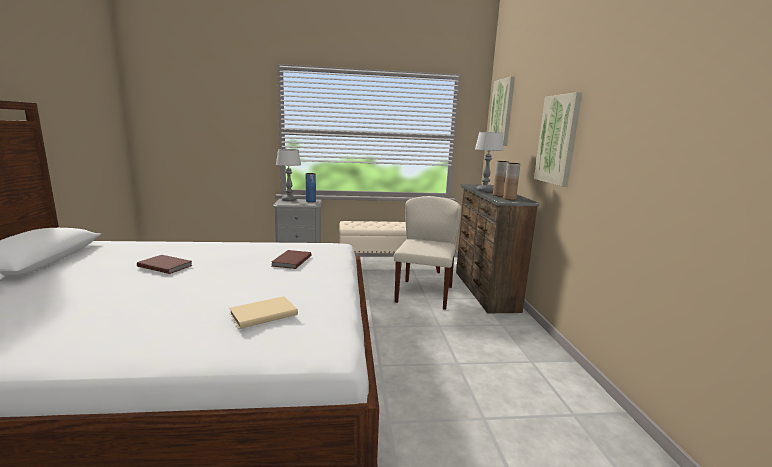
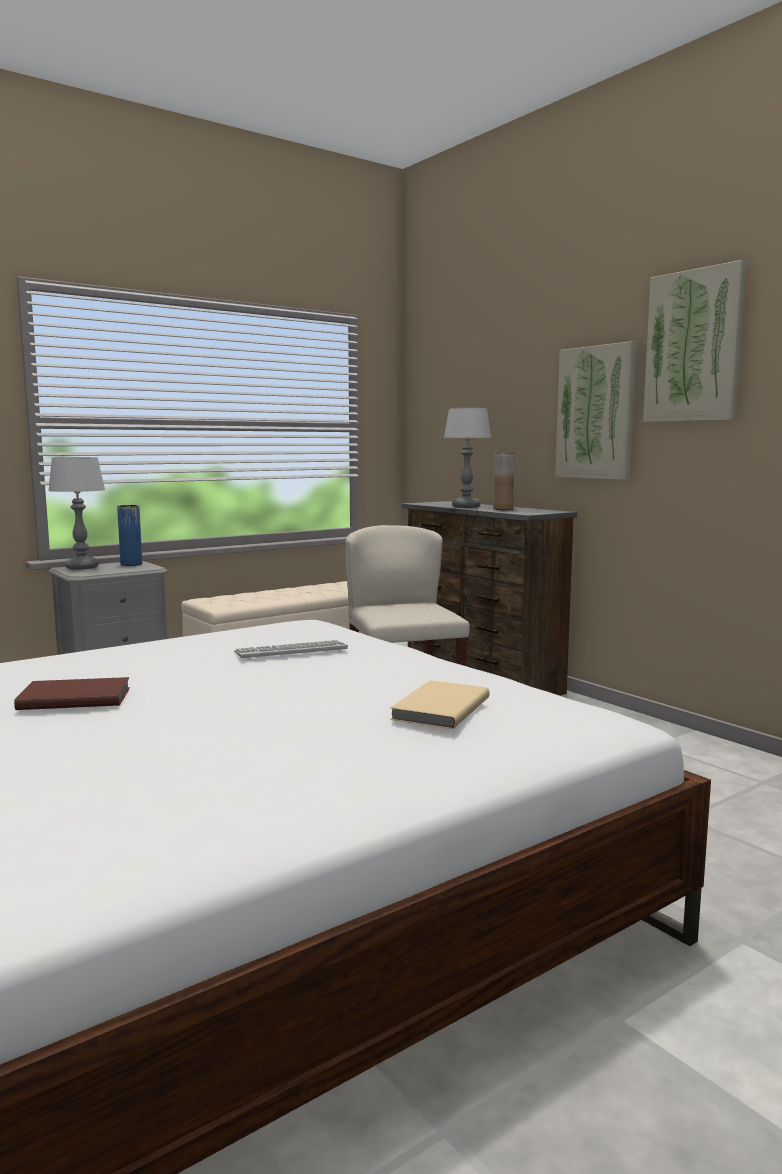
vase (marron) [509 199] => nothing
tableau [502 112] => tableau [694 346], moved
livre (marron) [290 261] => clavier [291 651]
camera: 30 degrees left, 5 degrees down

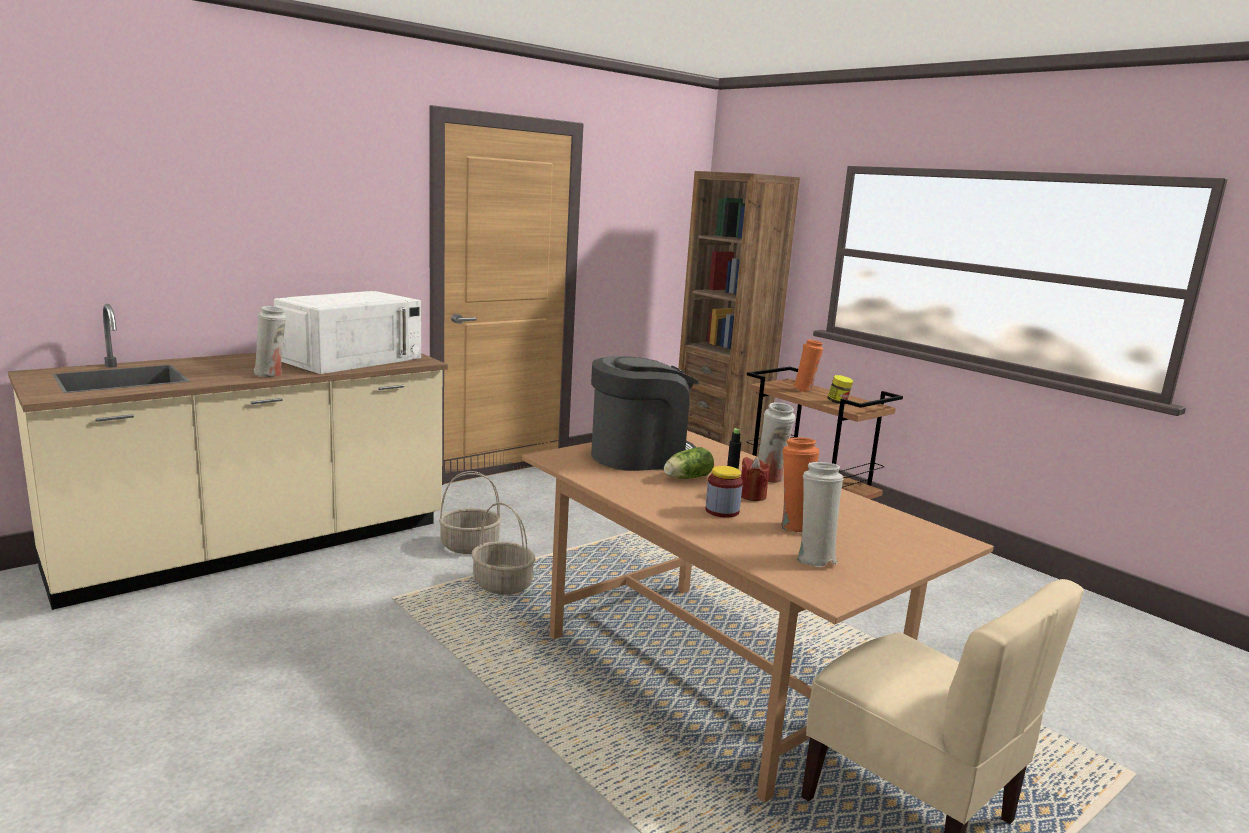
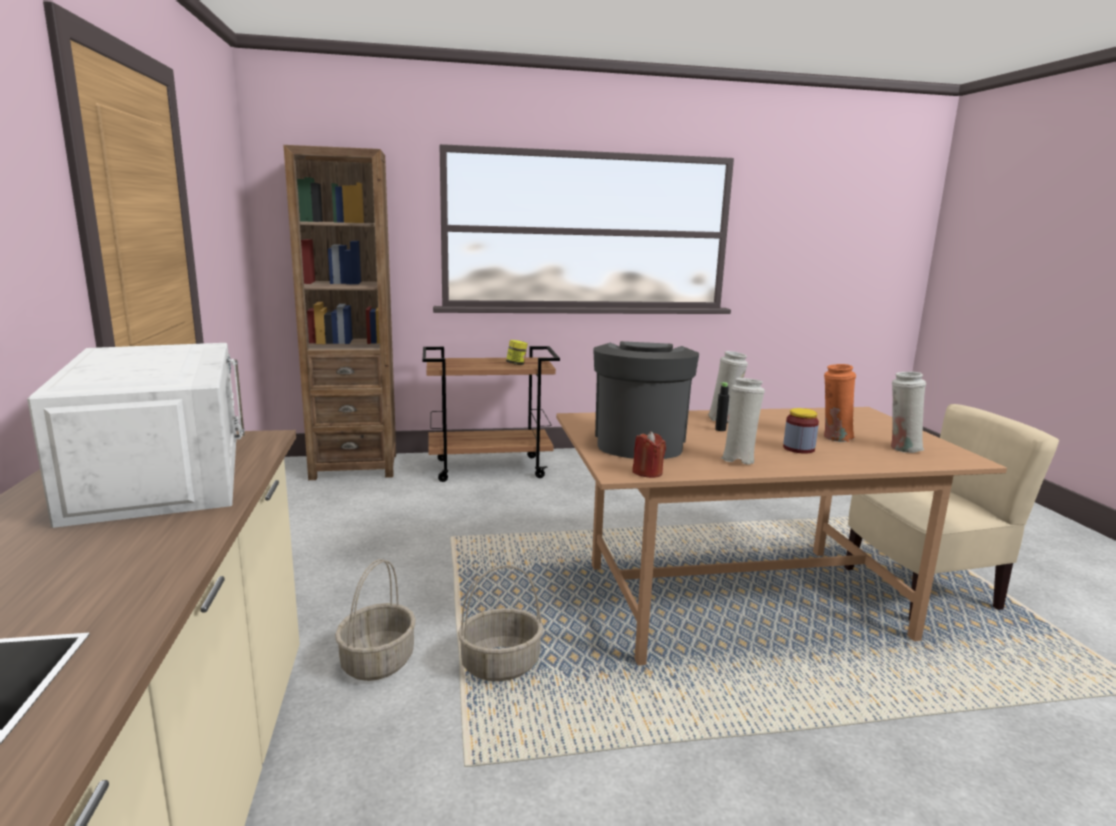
laitue [686 478] => nothing
vase (orange) [805 390] => nothing
vase (blanc) [271 374] => vase (blanc) [738 459], moved
bougie (rouge) [752 496] => bougie (rouge) [647 472], moved
camera: 60 degrees left, 0 degrees up

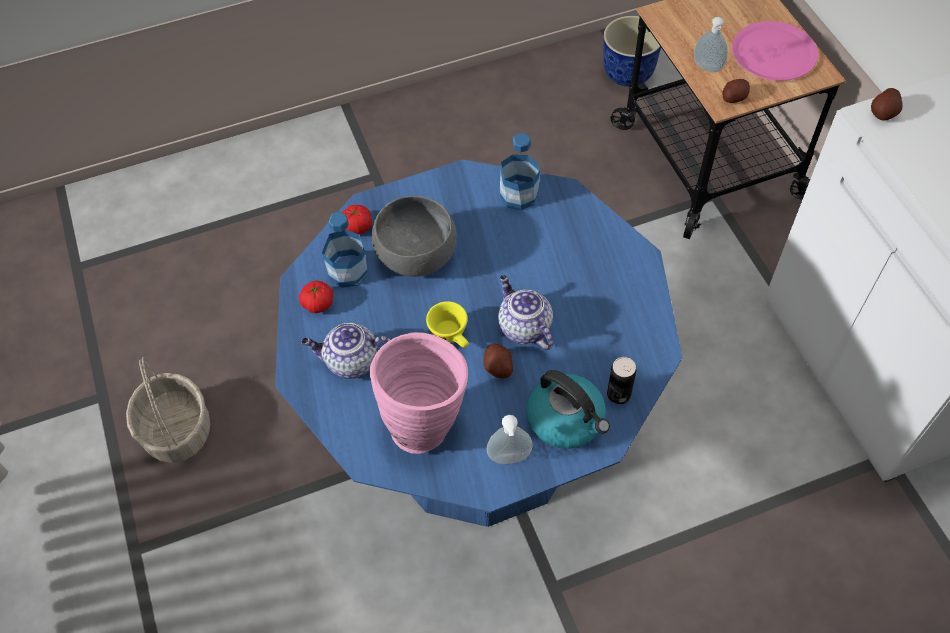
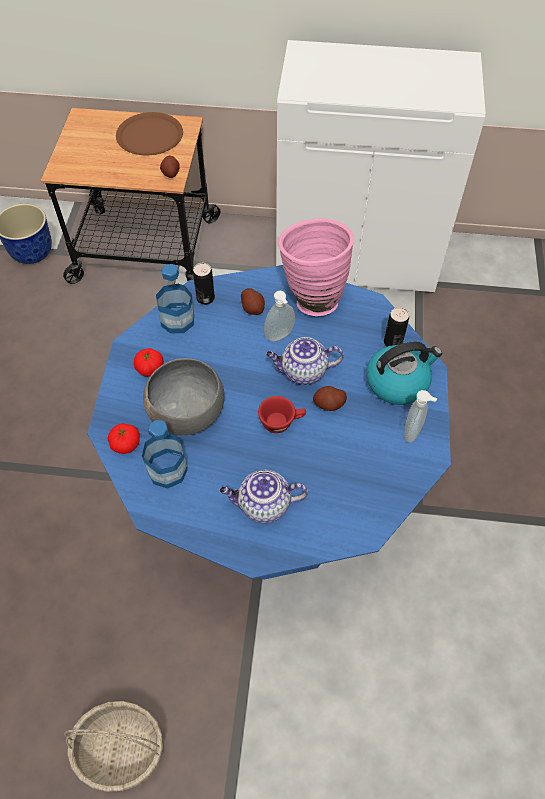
nothing => boîte métallique [205 298]
tomate [318 303] => tomate [150 368], moved
vase (rose) [425 421] => vase (rose) [311 297], moved
distributeur de savon [706 68] => distributeur de savon [280 337], moved
pomme de terre [883 113] => pomme de terre [253 308], moved
tasse (jaune) [452 336] => tasse (rouge) [282 422]
assiette (rose) [774 53] => assiette (marron) [150 135]
théière [351 362] => théière [263 505], 60 degrees clockwise
camera: 65 degrees left, 0 degrees up

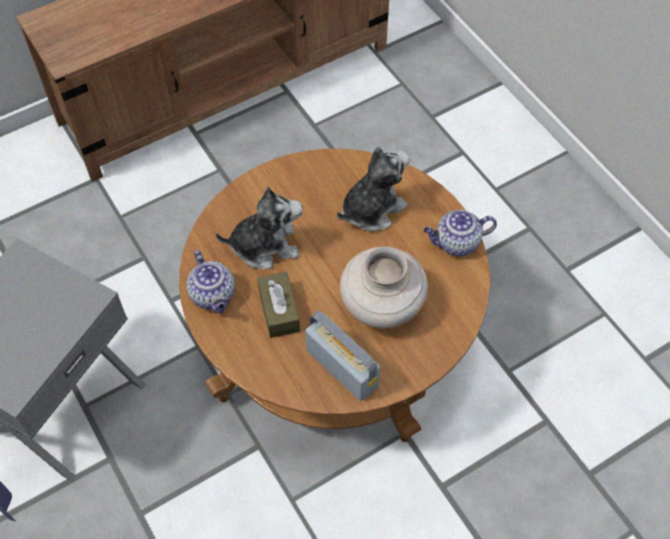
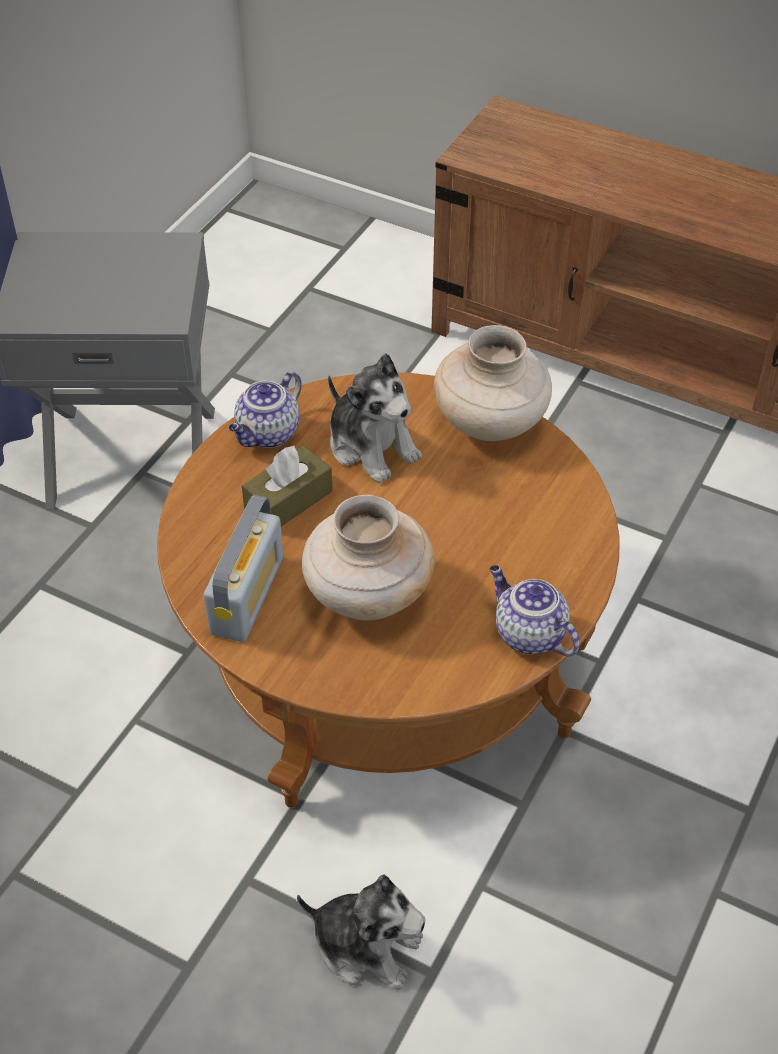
nothing => vase (beige) [490 424]
peluche [372 209] => peluche [366 945], moved
camera: 60 degrees right, 10 degrees down

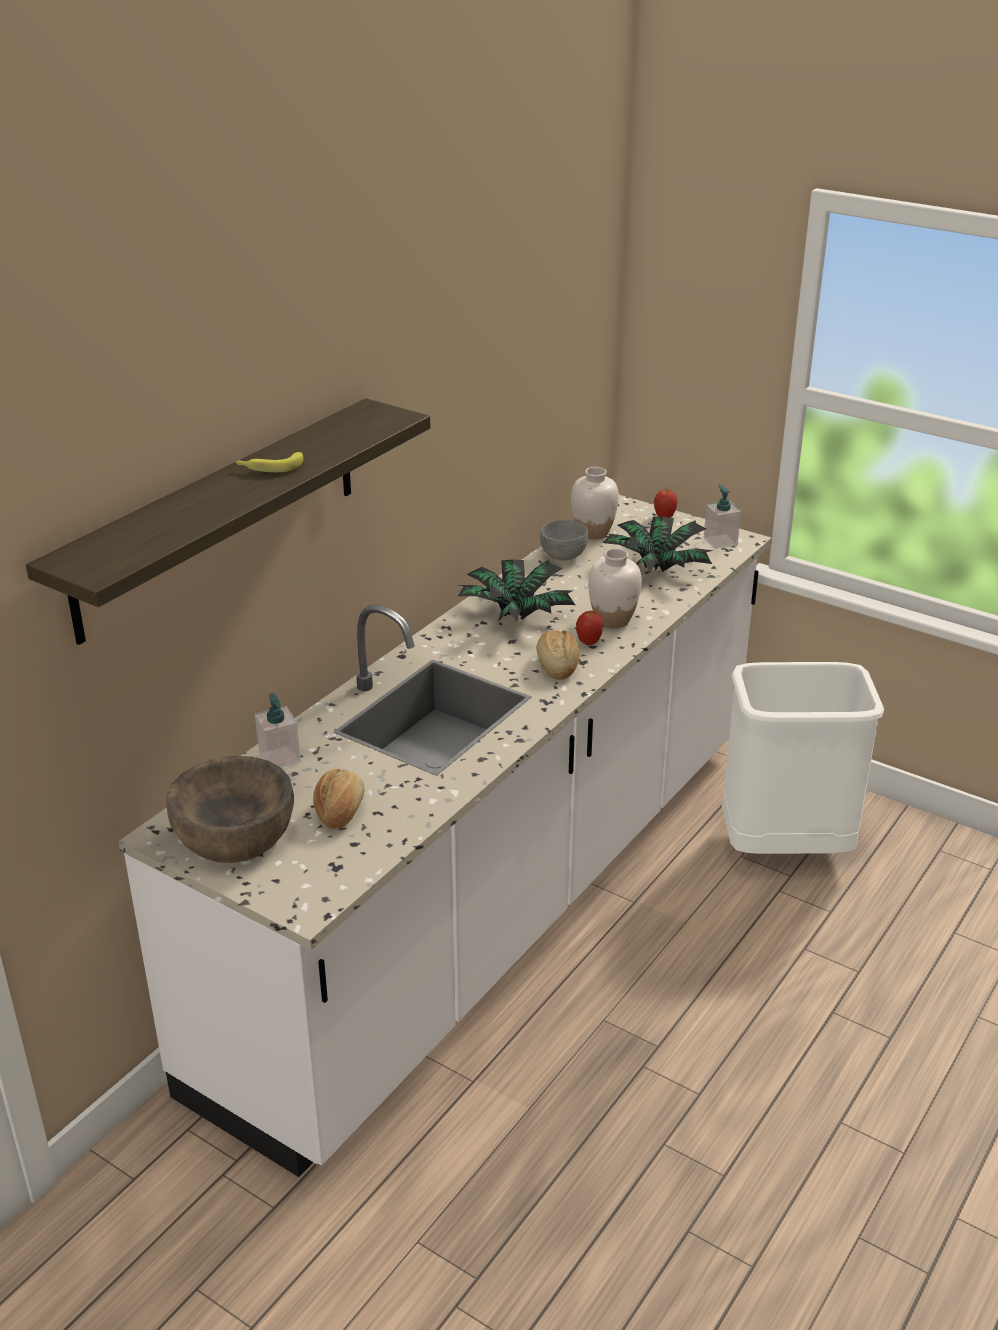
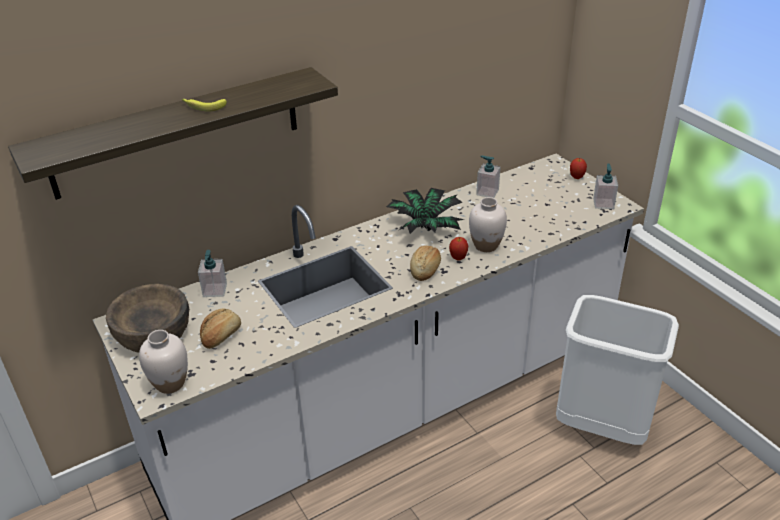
plante en pot [656 568] => nothing
vase (blanc) [593 533] => vase (blanc) [170 383], moved
bol (gris) [564 557] => distributeur de savon [487 192]
camera: 25 degrees right, 5 degrees up

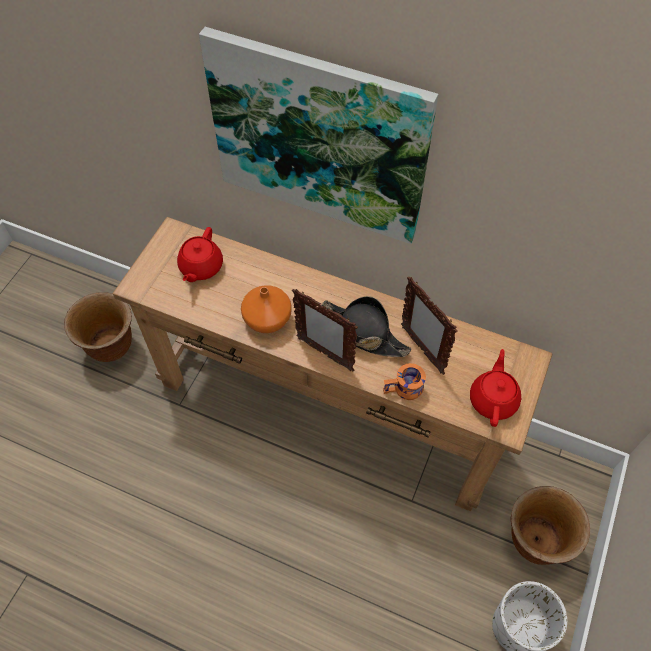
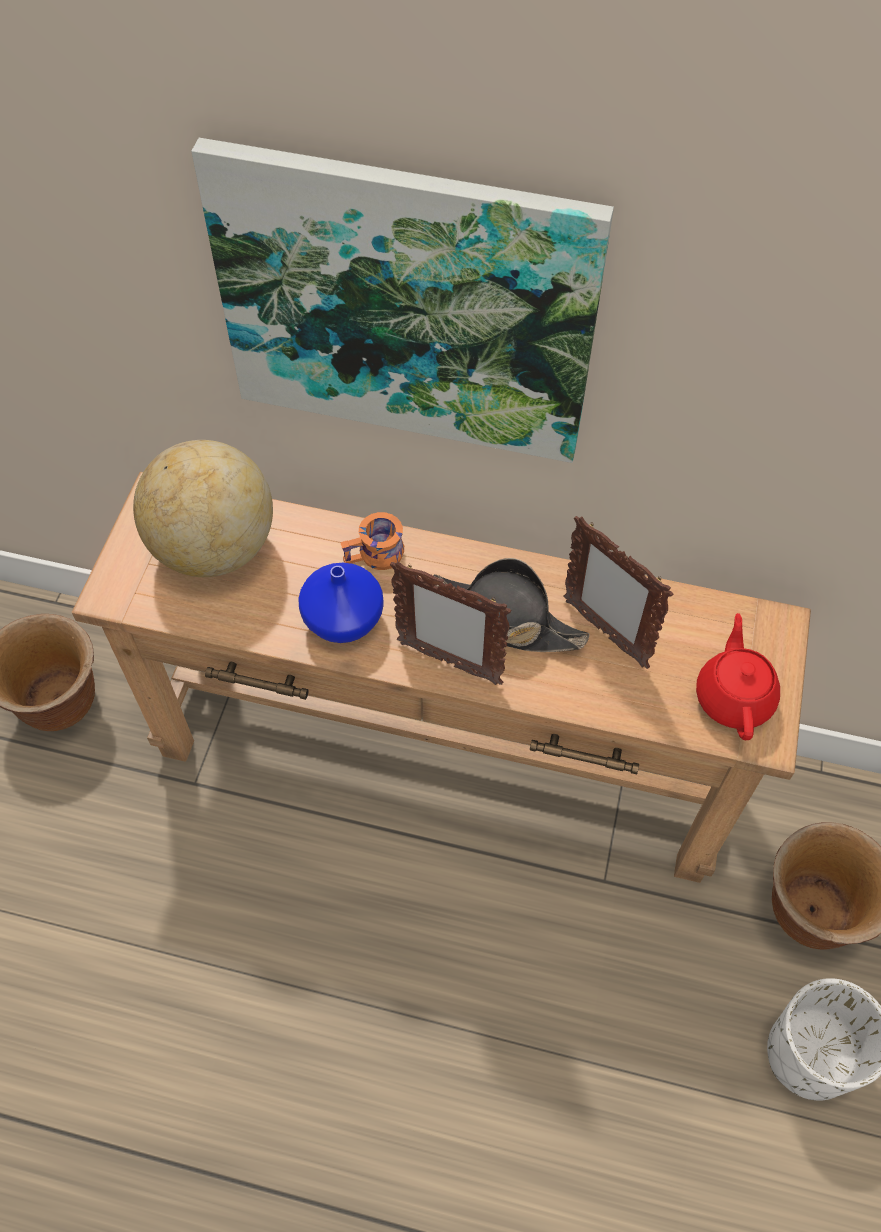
mug (orange) [404 390] => mug (orange) [376 557], moved
théière (rouge) [200 267] => globe [214 548]
vase (orange) [266 319] => vase (bleu) [341 618]
camera: 10 degrees left, 0 degrees up

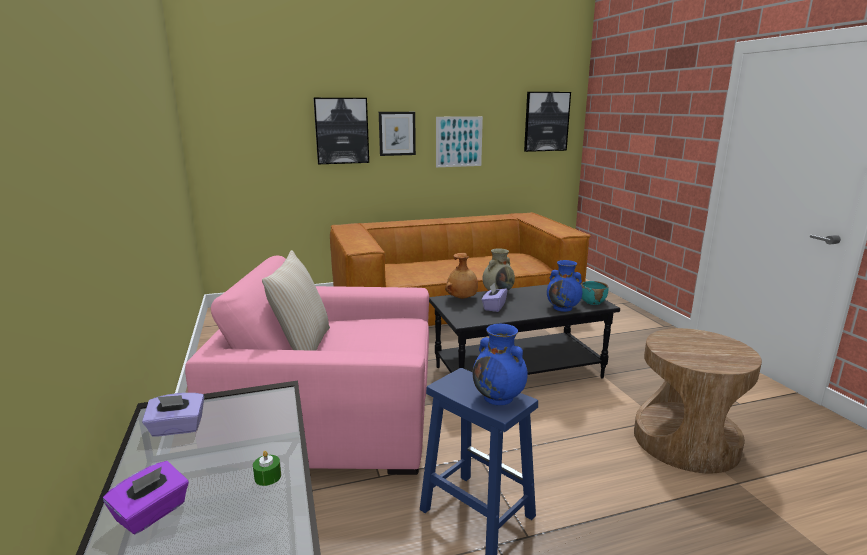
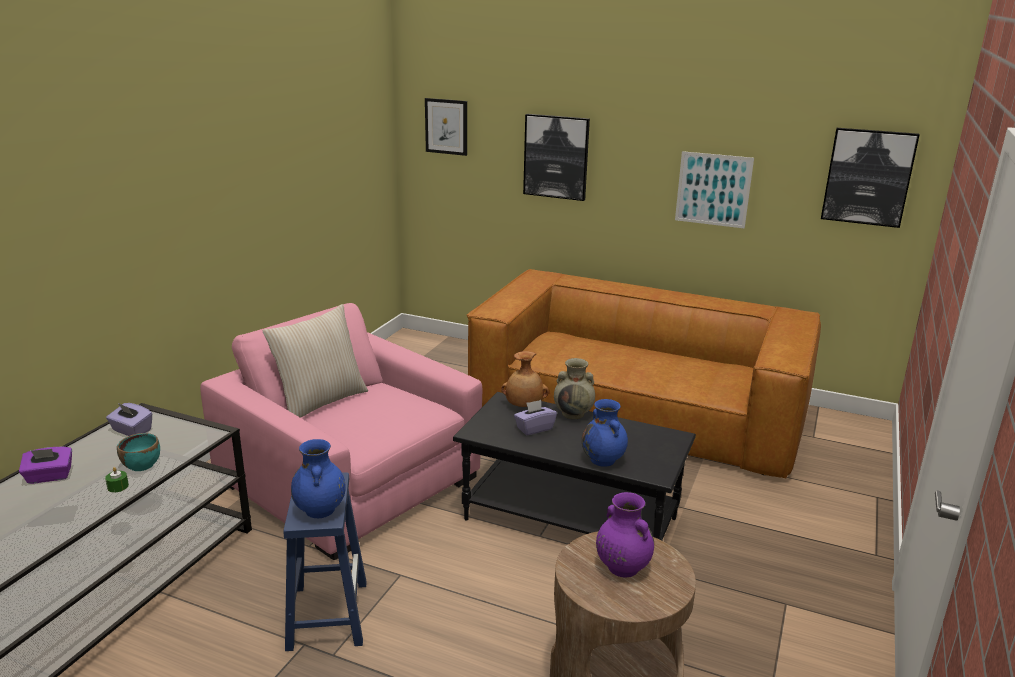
nothing => vase (violet) [622 567]
tableau [397 133] => tableau [446 126], moved
bol (turquoise) [593 302] => bol (turquoise) [142 465], moved
camera: 40 degrees right, 5 degrees up

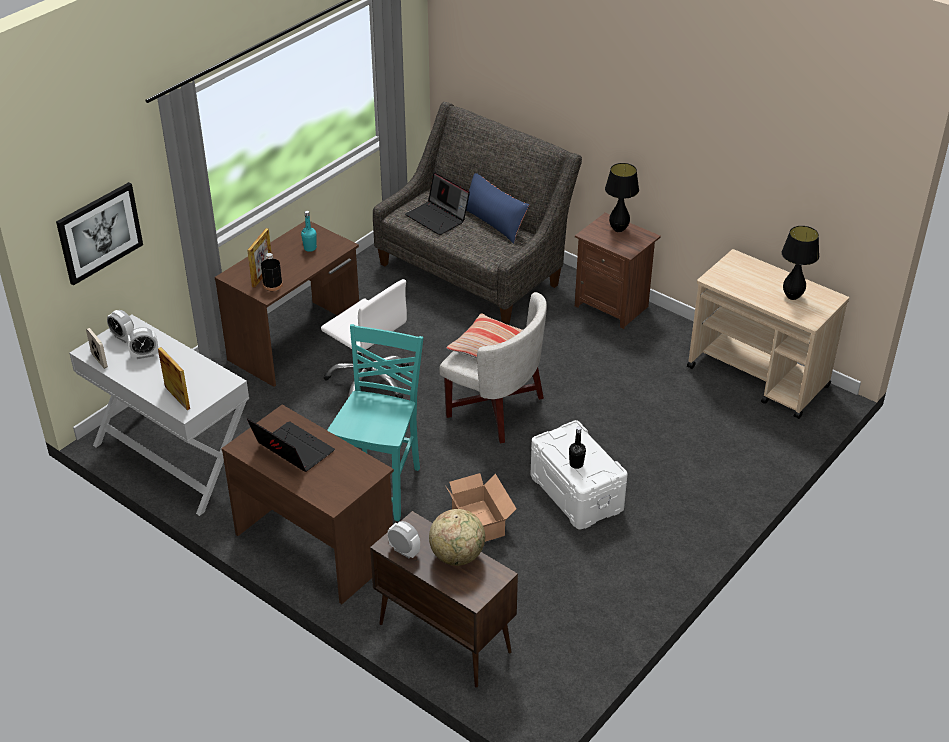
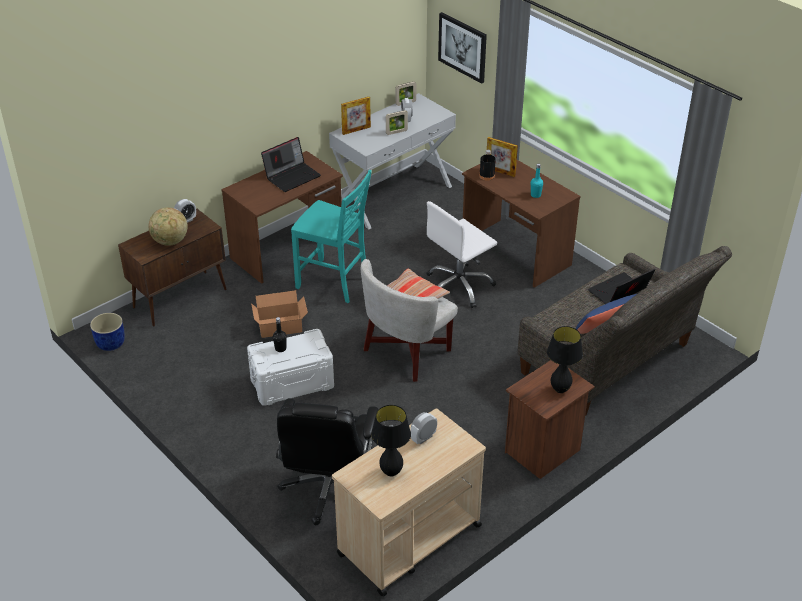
nothing => cache-pot (bleu) [110 343]
nothing => chaise de bureau (noir) [329 488]
nothing => cadre photo [396 132]
réveil [123 337] => réveil [423 438], moved
camera: 100 degrees right, 0 degrees up

